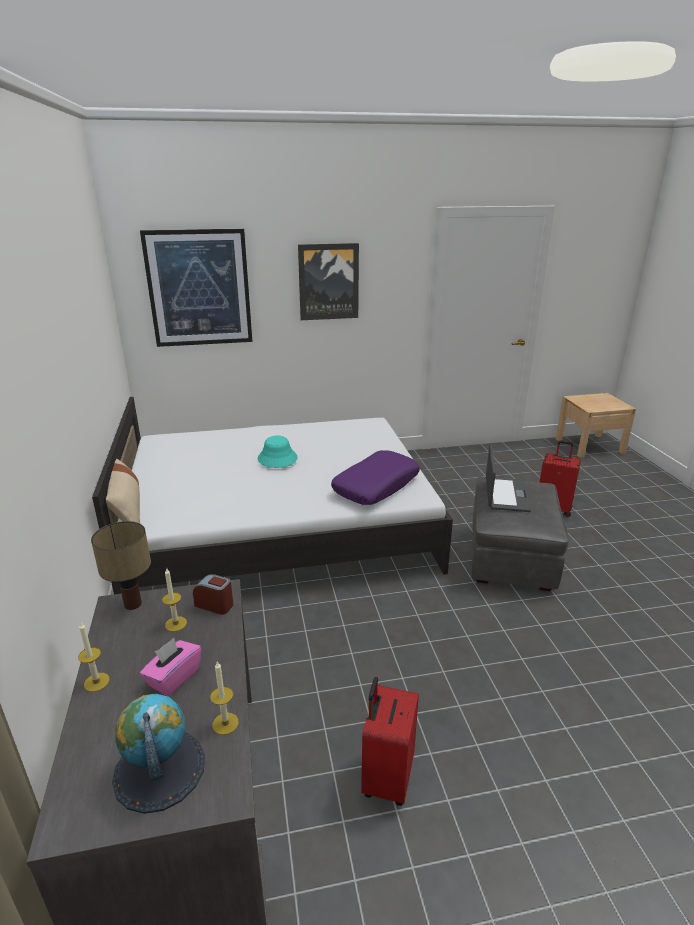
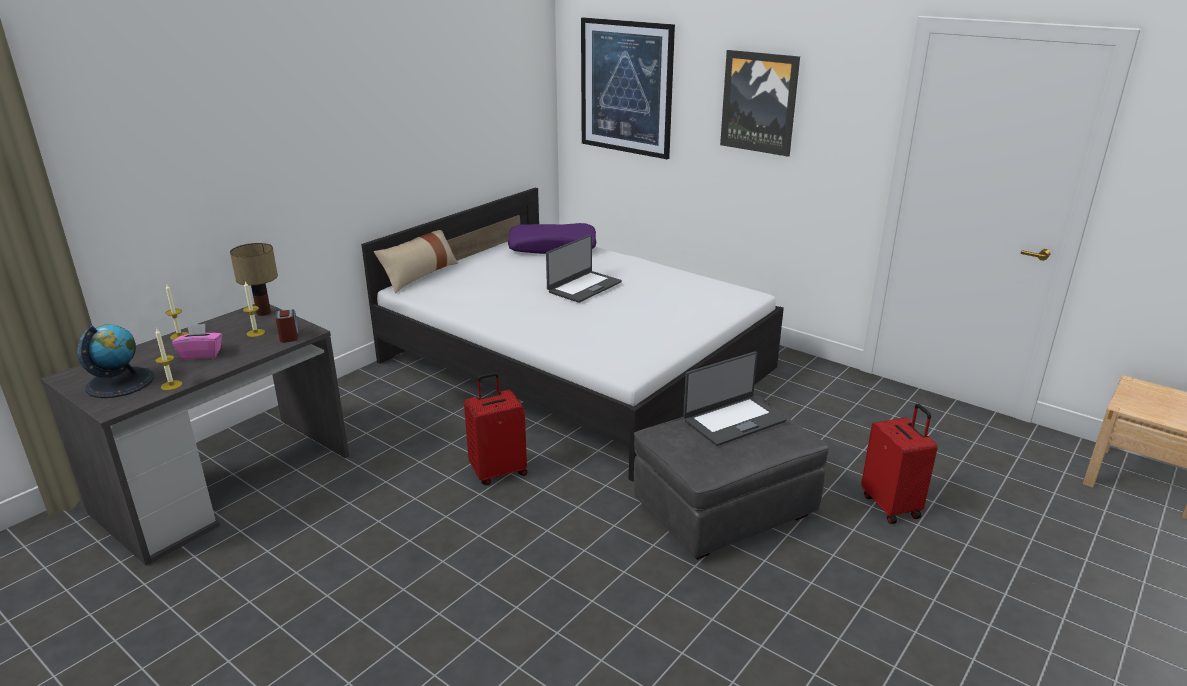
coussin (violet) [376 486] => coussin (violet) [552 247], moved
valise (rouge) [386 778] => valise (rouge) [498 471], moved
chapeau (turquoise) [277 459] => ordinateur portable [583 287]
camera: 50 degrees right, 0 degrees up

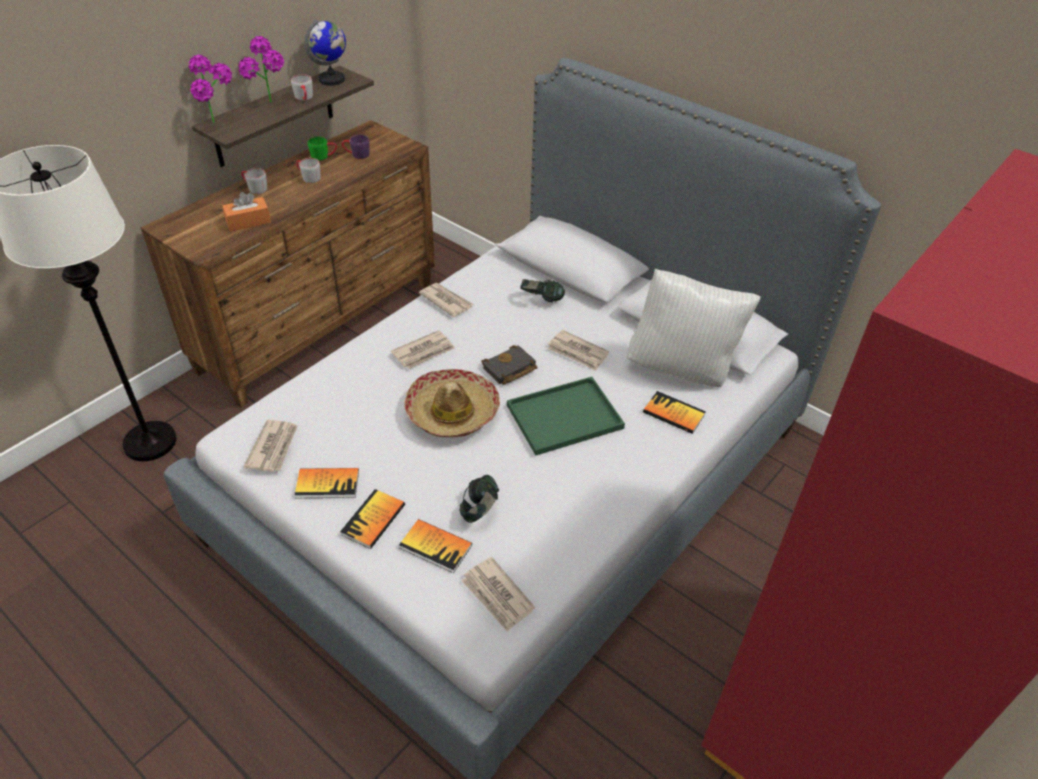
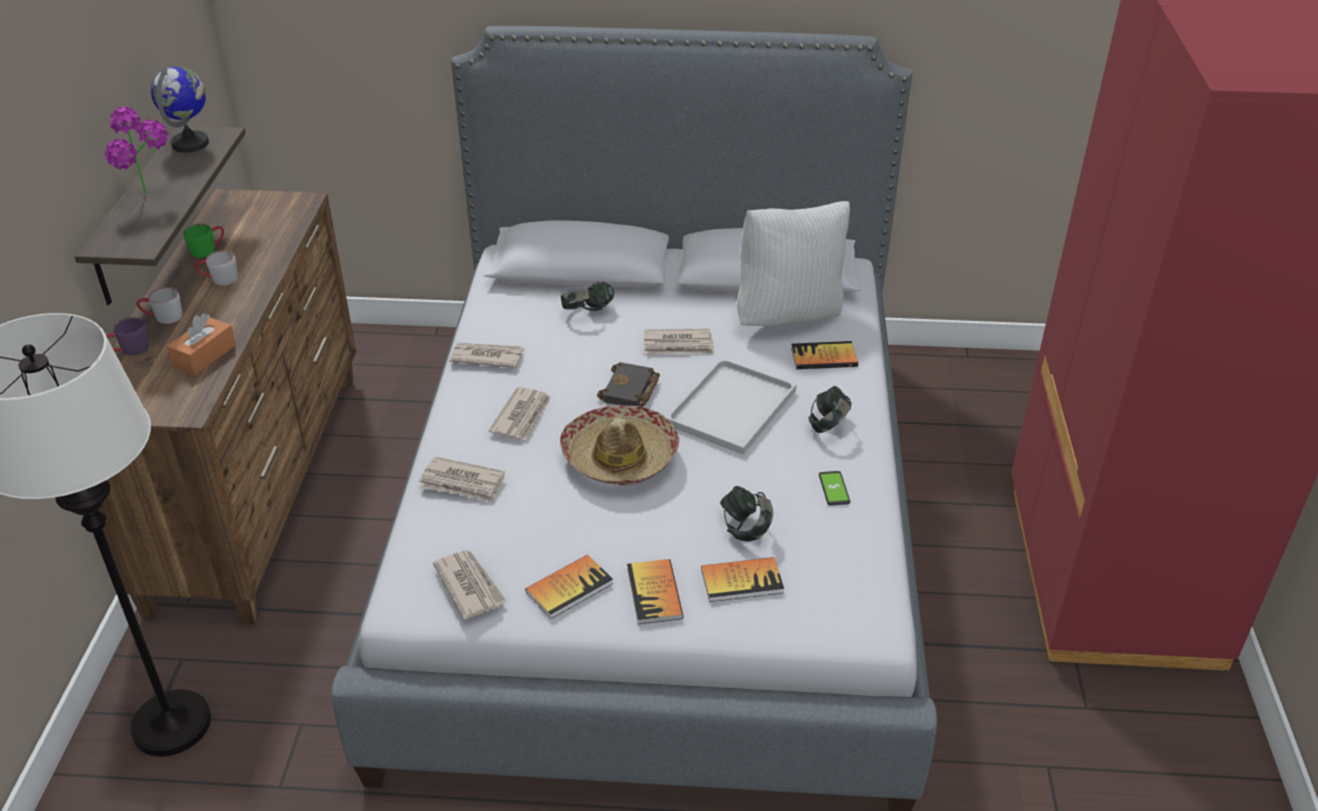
plante en pot [220 124] => nothing
mug (gris) [305 98] => nothing
nothing => casque audio [829 425]
nothing => téléphone [834 489]
mug (violet) [356 154] => mug (violet) [129 350], moved
journal [497 596] => journal [462 483], moved
plateau (vert) [566 415] => plateau (blanc) [731 406]
camera: 35 degrees left, 5 degrees down

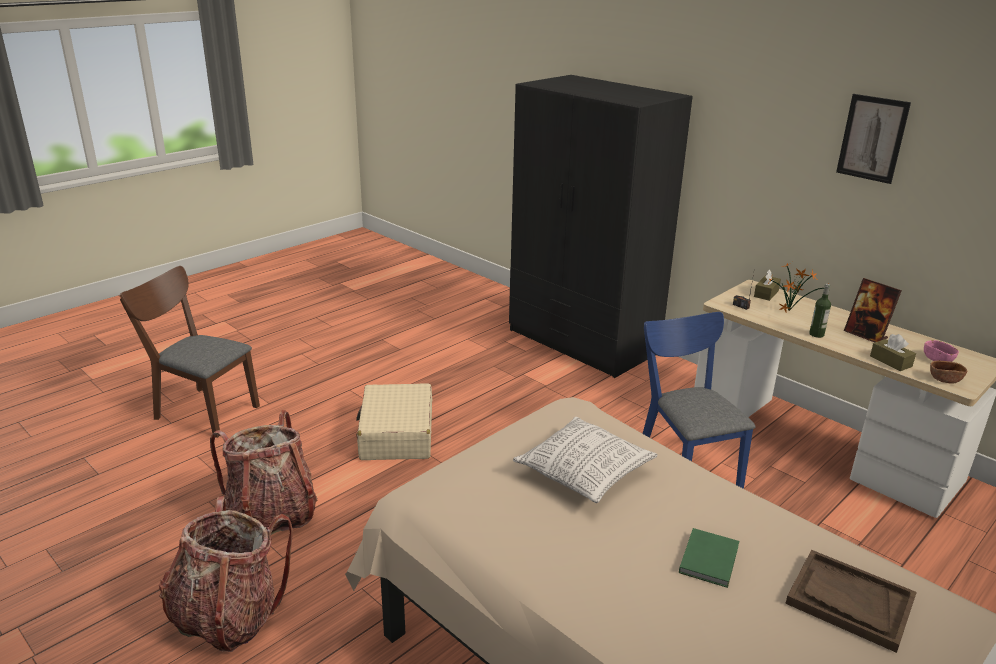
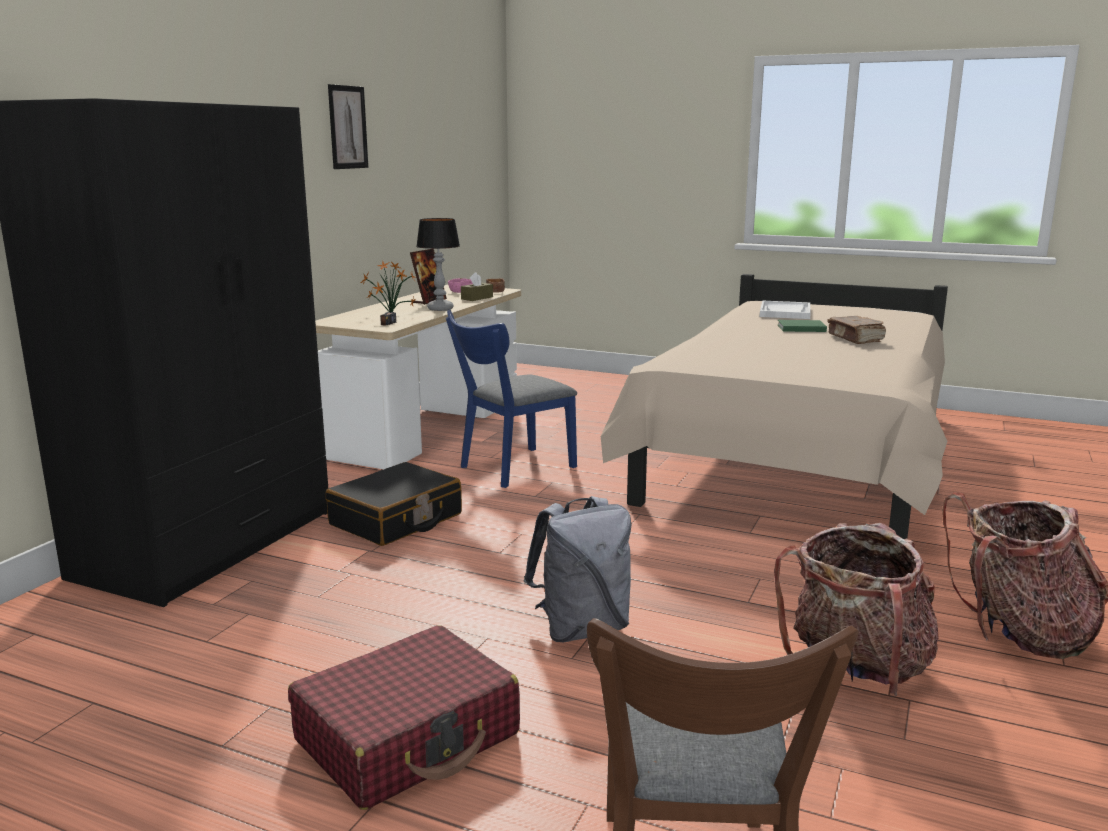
coussin [584 473] => nothing
boîte à mouchoirs (marron) [766 293] => nothing
nothing => valise (rouge) [408 737]
nothing => valise (noir) [396 520]
nothing => livre (marron) [855 339]
valise (beige) [396 434] => sac à dos (gris) [582 628]
bouteille [816 334] => lampe de table [440 309]
plateau (marron) [849 601] => plateau (blanc) [785 312]
camera: 110 degrees left, 10 degrees down

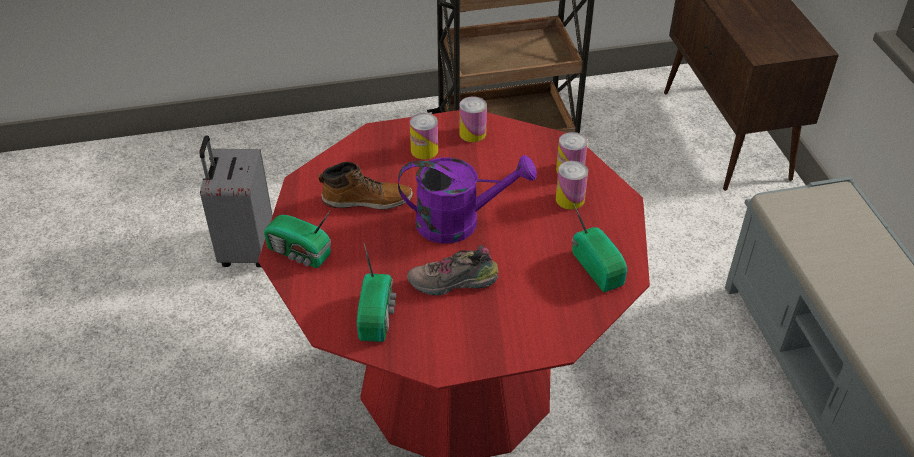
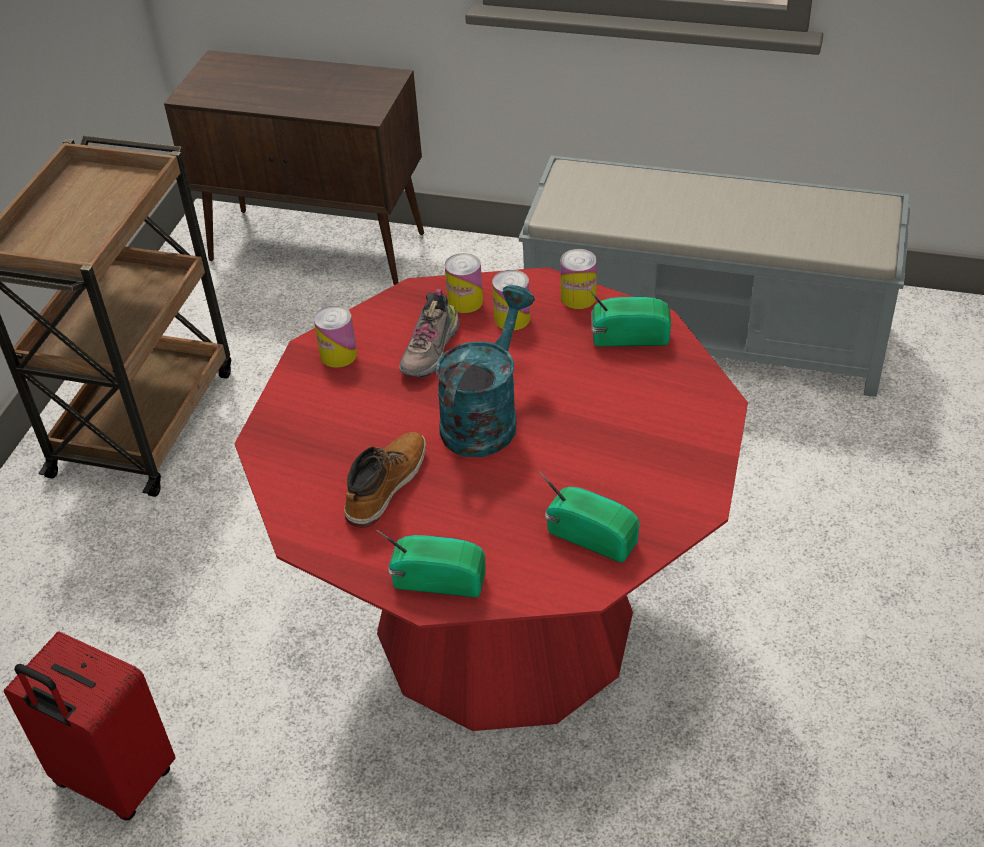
chaussure [452 283] => chaussure [431 351], moved
boîte métallique [424 150] => boîte métallique [578 297], moved
valise (gris) [245 248] => valise (rouge) [113 781]
arrosoir (violet) [459 222] => arrosoir (turquoise) [485 417]
radio [300 253] => radio [437 578], 135 degrees counterclockwise
camera: 60 degrees left, 0 degrees up

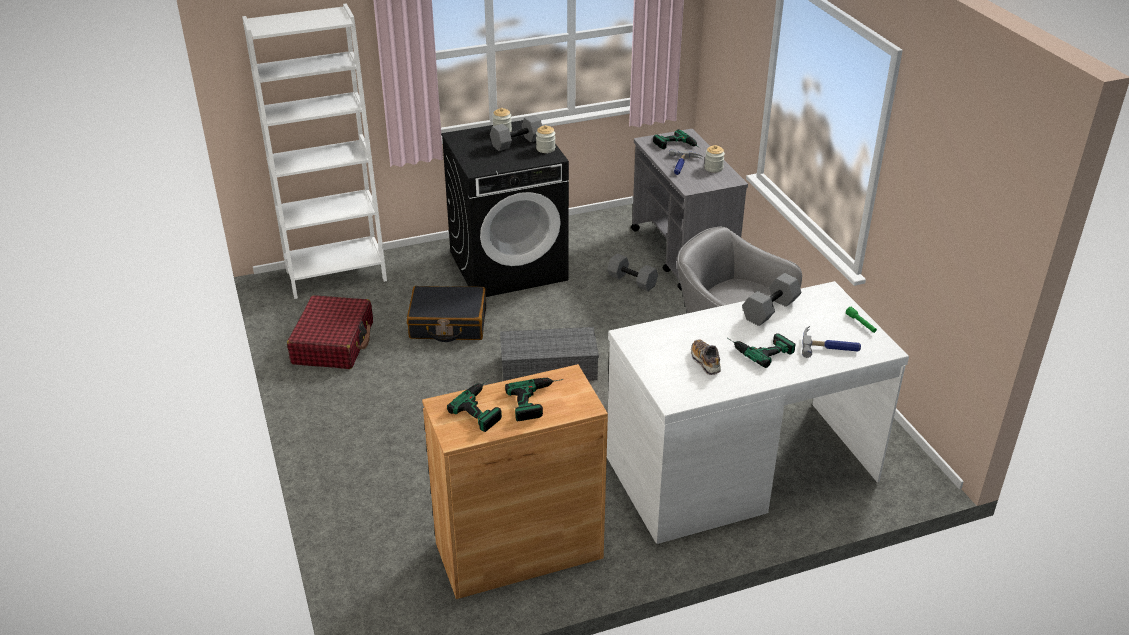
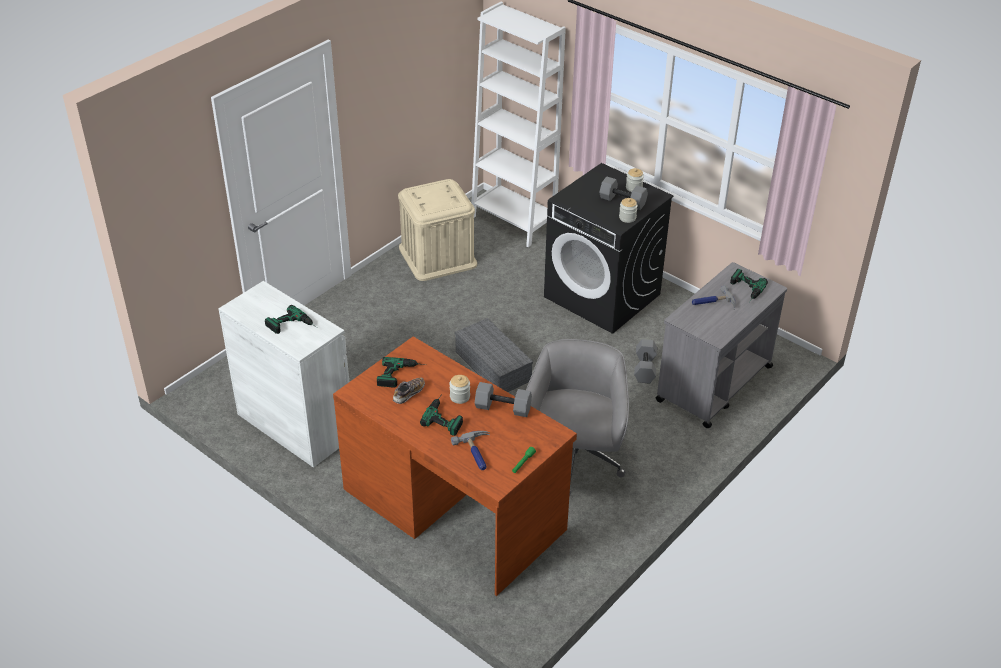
valise (noir) [448 324] => nothing
perceuse [484 406] => perceuse [401 375], moved
bocal [713 168] => bocal [460 397], moved
valise (rouge) [333 343] => boîte de rangement (beige) [437 256]
meuble de rangement (marron) [519 551] => meuble de rangement (blanc) [295 425]
bureau (blanc) [739 468] => bureau (marron) [454 507]
camera: 60 degrees right, 5 degrees up

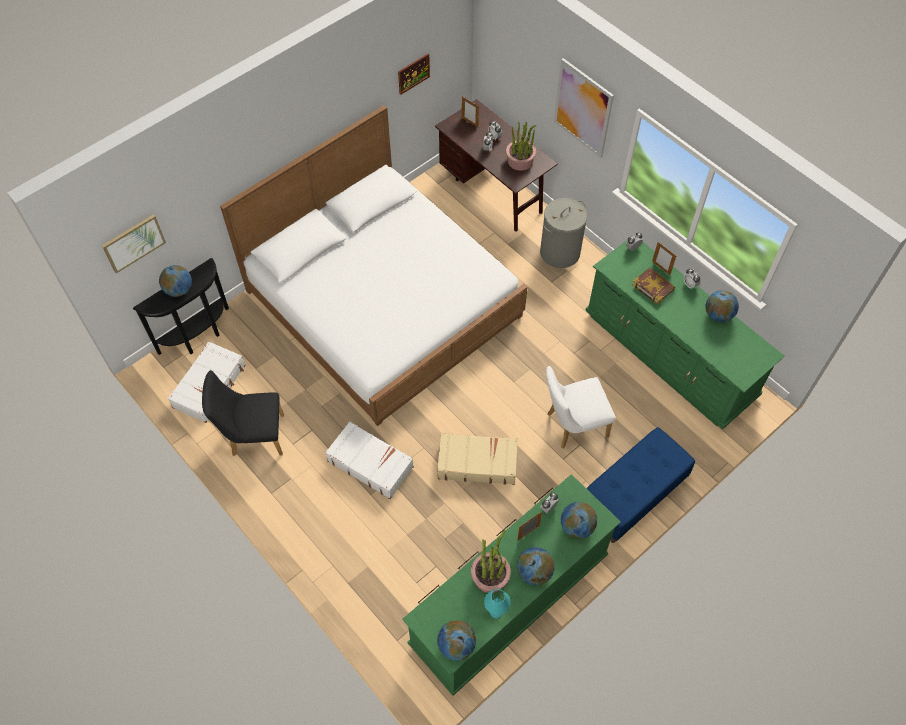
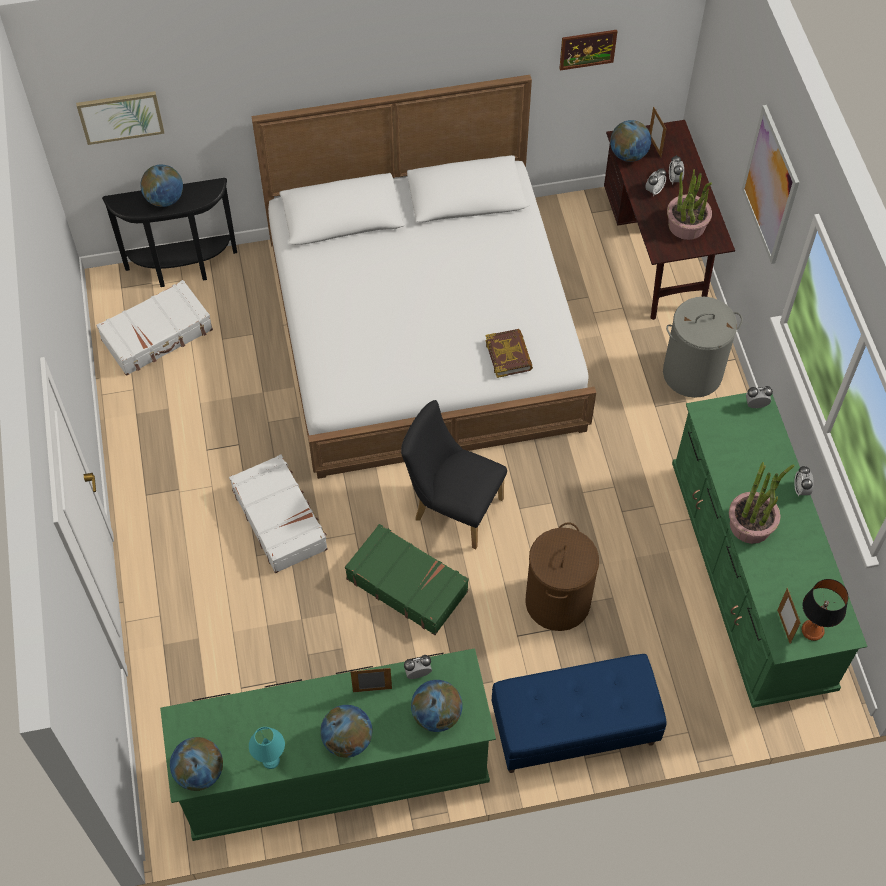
nothing => lampe de table [812 631]
chaise (noir) [253 436] => chaise (noir) [452 507], moved
plante en pot [490 576] => plante en pot [751 524], moved
livre [653 287] => livre [508 355], moved
cadre photo [661 268] => cadre photo [783 626], moved
globe [718 315] => globe [628 154], moved
chaise (blanc) [572 426] => panier à linge (marron) [557 601]
valise (beige) [477 462] => valise (vert) [407 584]
camera: 30 degrees right, 0 degrees up

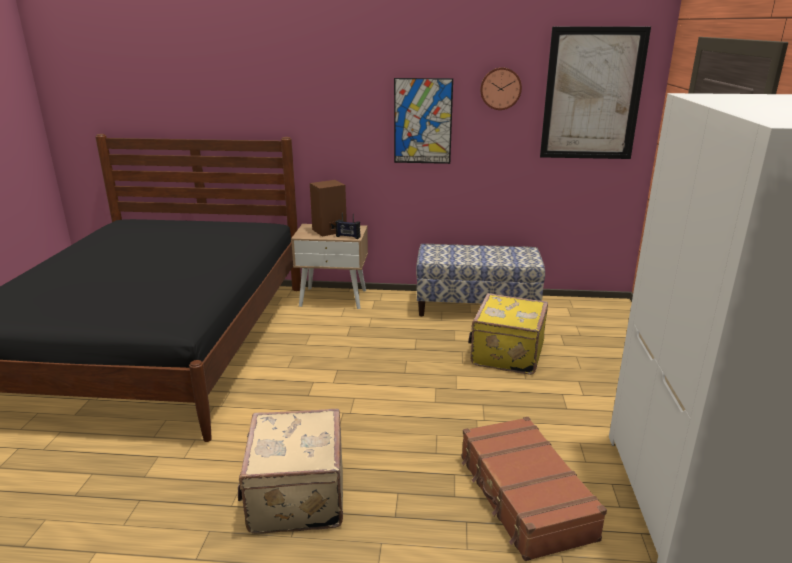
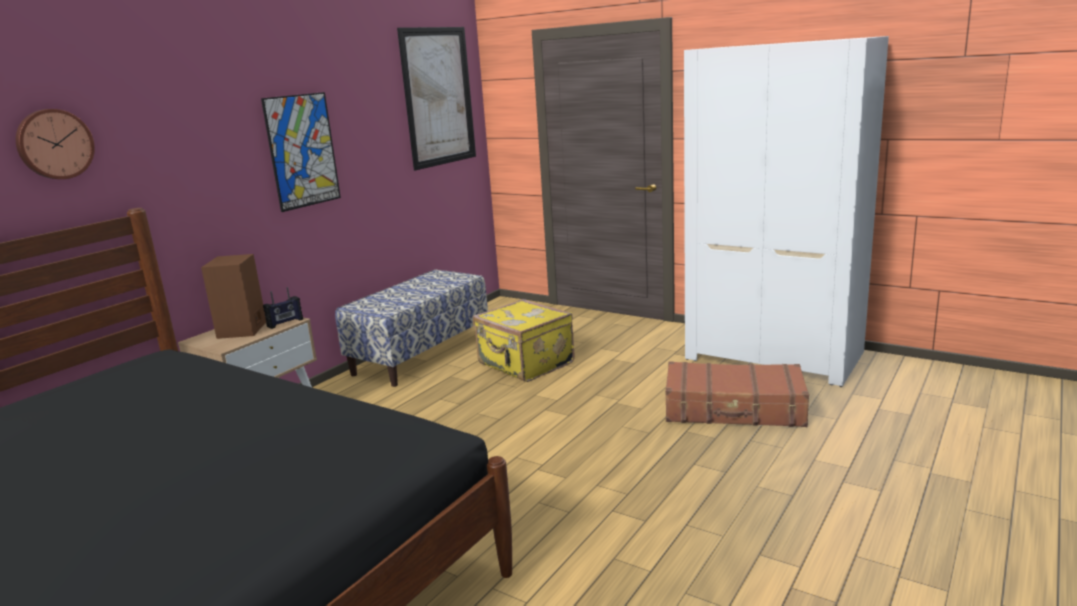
valise (beige) [295 496] => nothing
horloge murale [500 88] => horloge murale [54 144], moved
camera: 60 degrees left, 5 degrees down

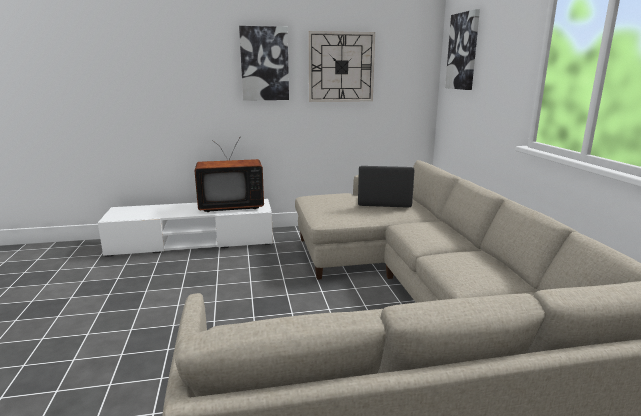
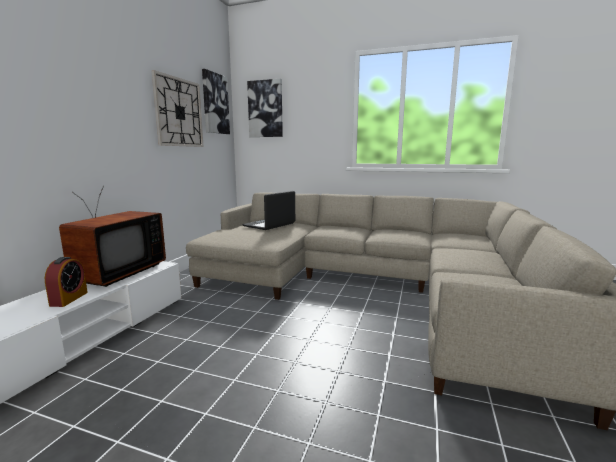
nothing => réveil [69 299]
tableau [264 64] => tableau [215 103], moved
camera: 60 degrees left, 5 degrees down

